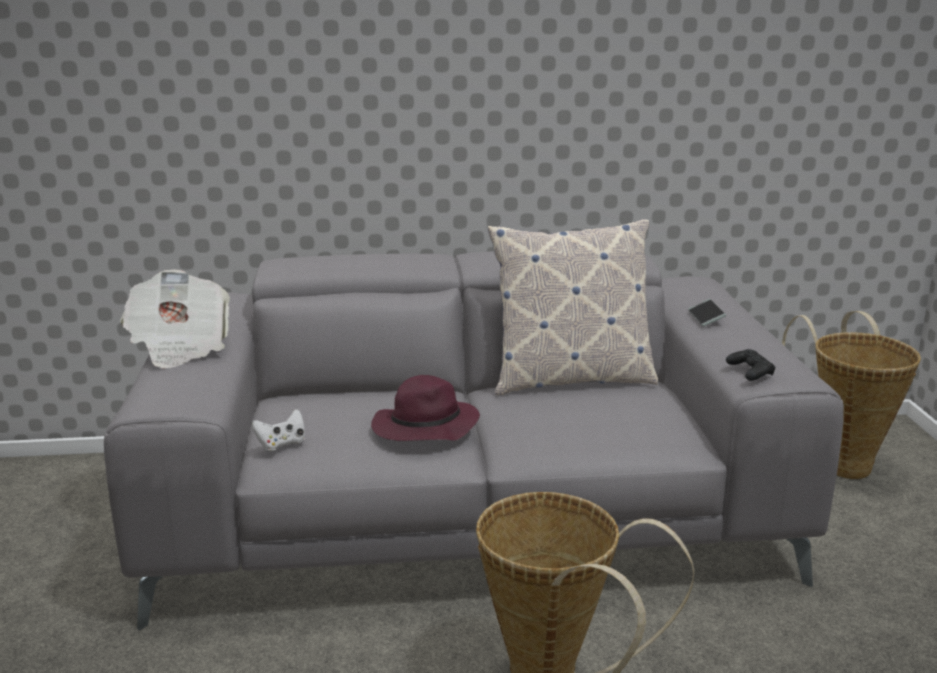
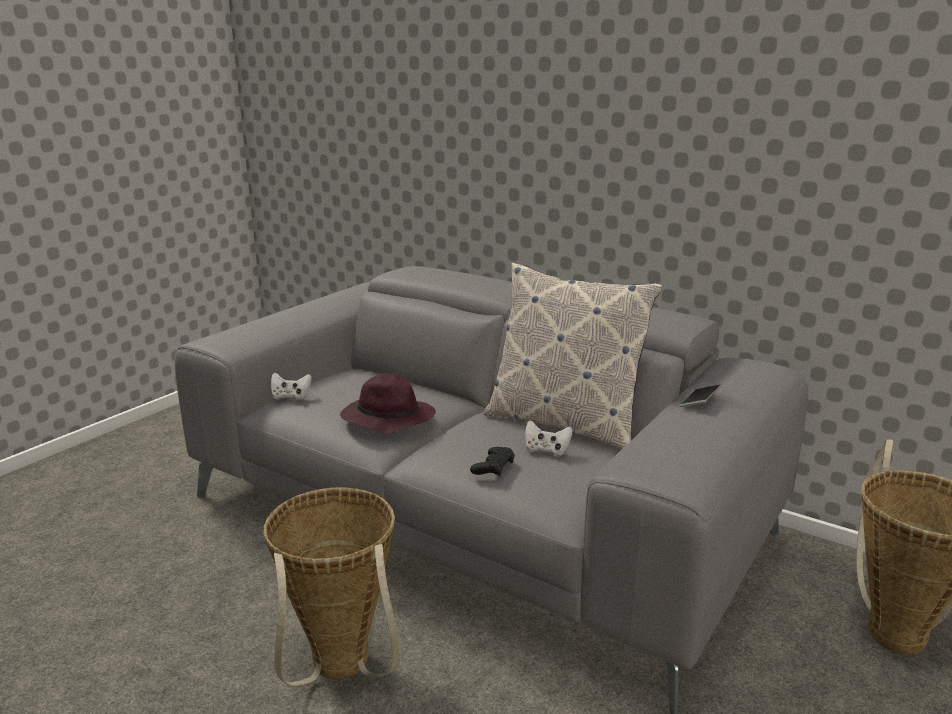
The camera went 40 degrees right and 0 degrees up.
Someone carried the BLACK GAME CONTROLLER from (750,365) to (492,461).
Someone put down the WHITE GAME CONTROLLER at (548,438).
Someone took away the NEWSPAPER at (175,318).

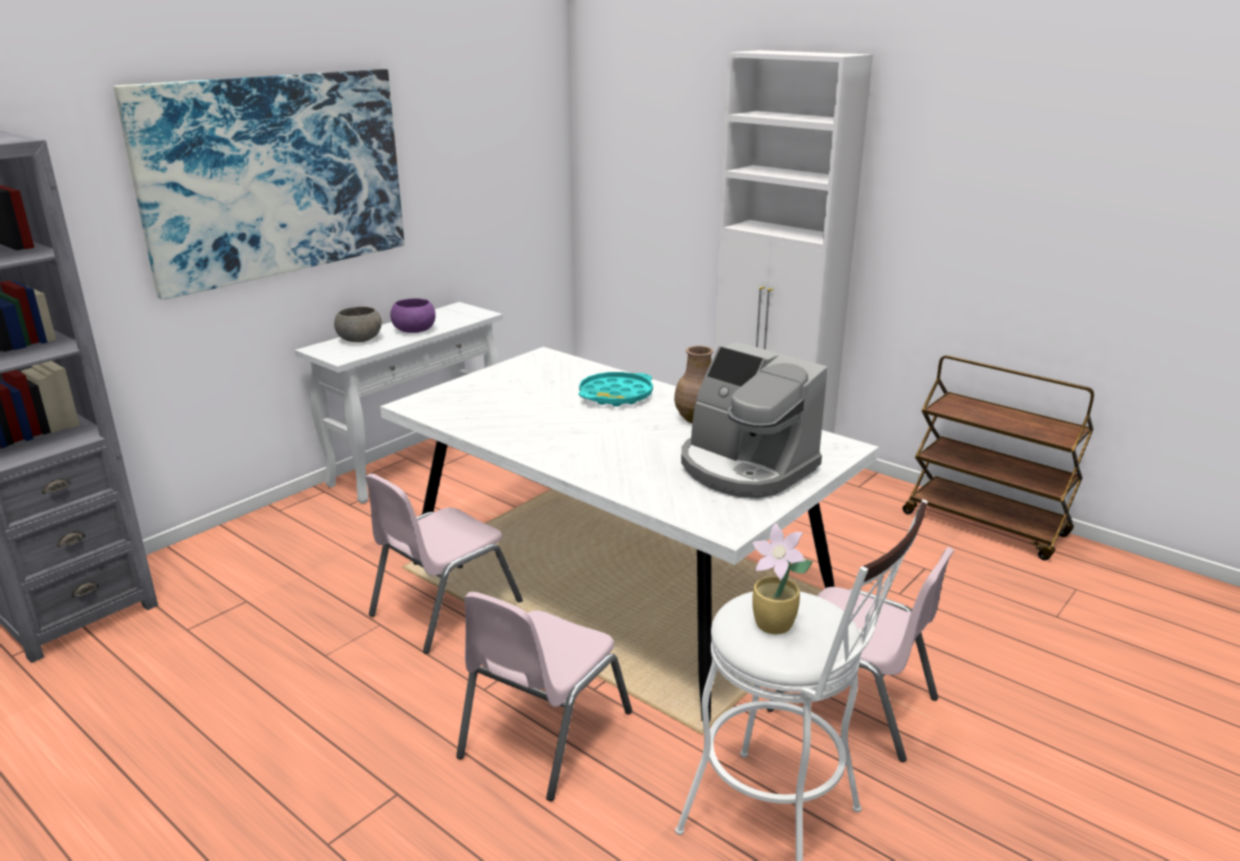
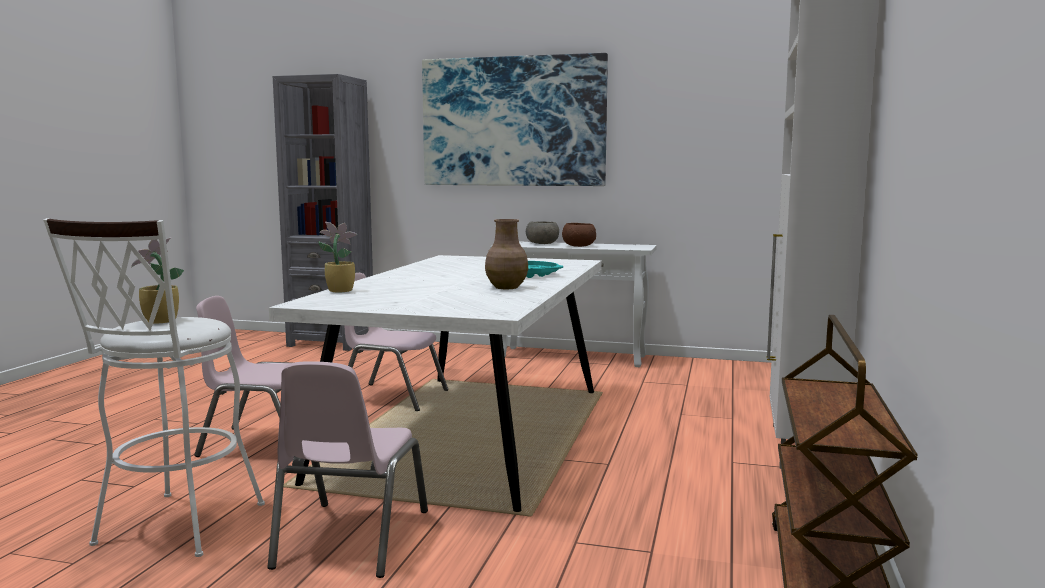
The camera went 65 degrees right and 15 degrees down.
Someone put down the POTTED PLANT at (338,257).
Someone repainted the PURPLE BOWL at (413,315), which became the BROWN BOWL at (579,235).
Someone took away the COFFEE MACHINE at (754,420).

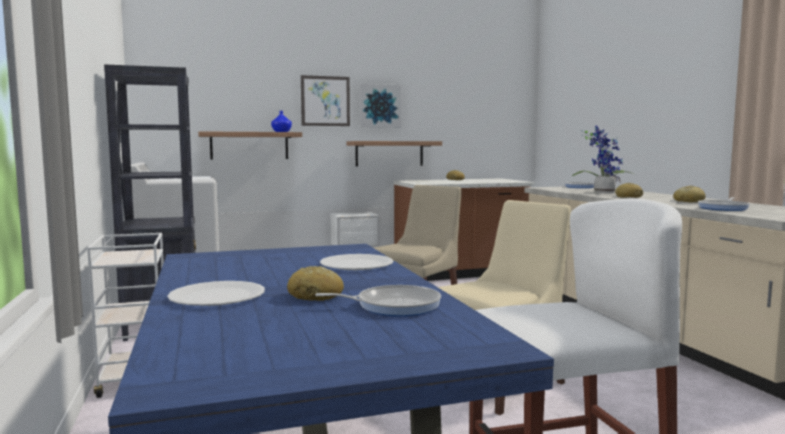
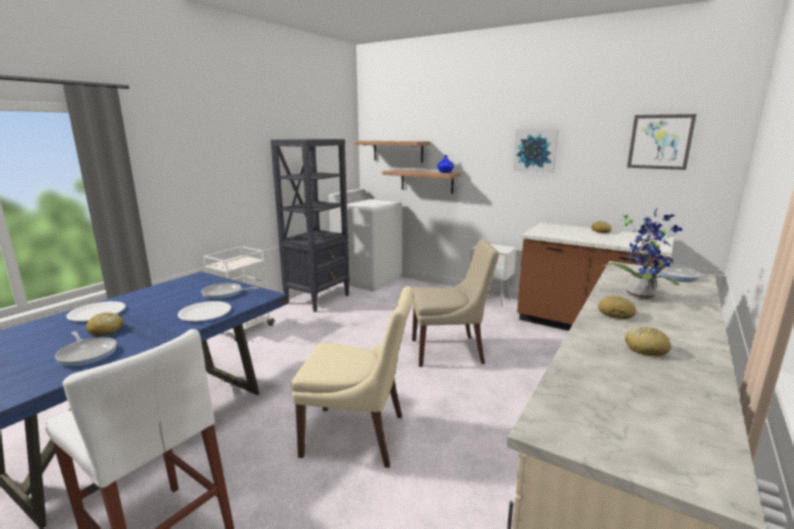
The camera went 50 degrees right and 10 degrees up.
Someone carried the FRYING PAN from (724,204) to (230,291).
Someone carried the SHELF from (394,153) to (392,151).
Someone carried the PICTURE from (325,100) to (662,142).

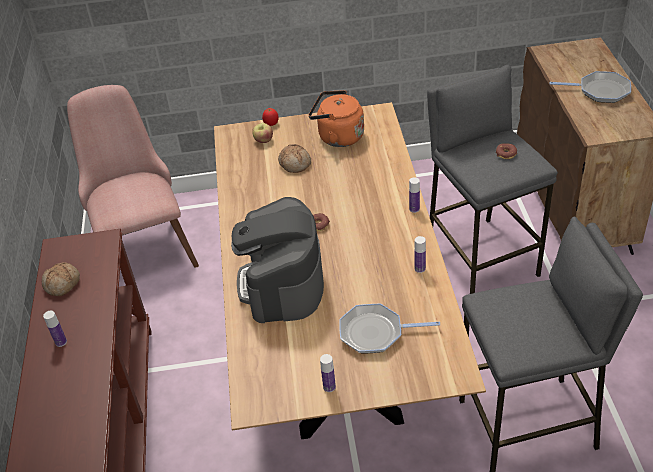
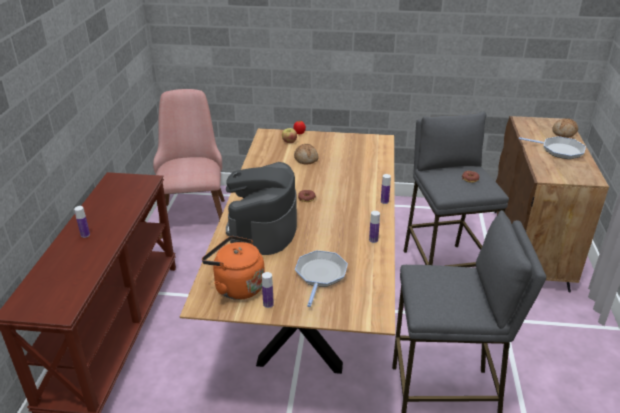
The camera went 10 degrees right and 10 degrees down.
Someone carried the ORANGE KETTLE from (336,118) to (233,268).
Someone rotated the FRYING PAN at (389,328) by 90 degrees clockwise.
Someone carried the BREAD from (61,279) to (565,128).

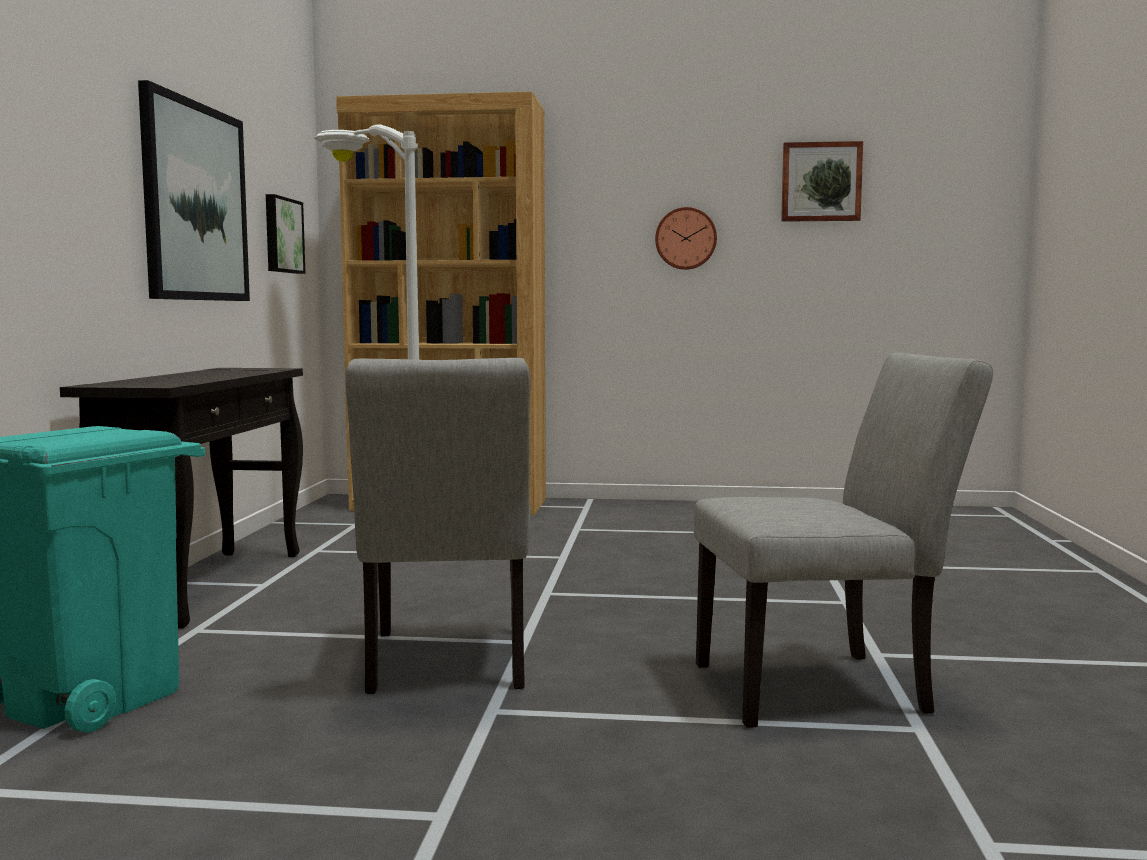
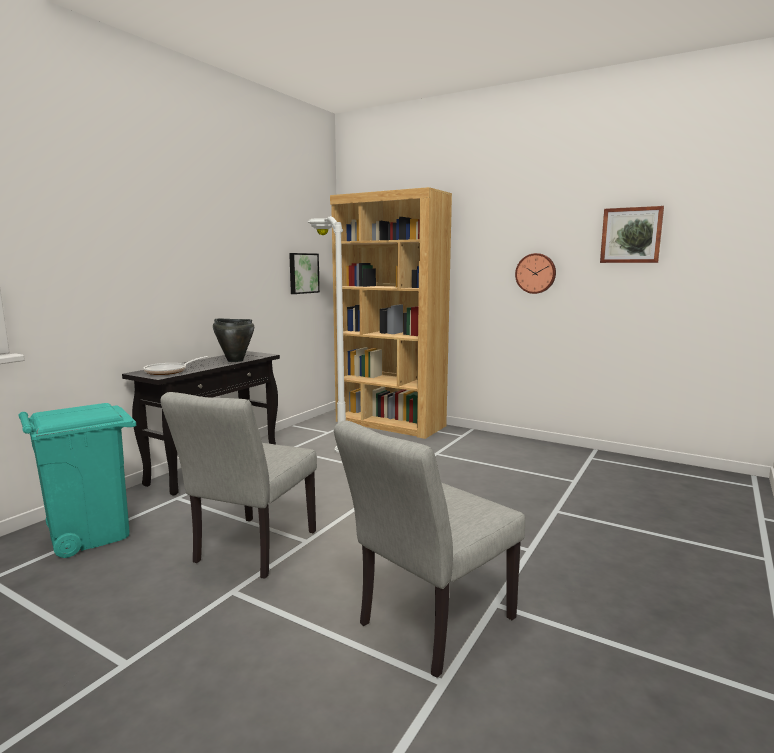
The camera went 25 degrees right and 5 degrees up.
Someone put down the FRYING PAN at (175,365).
Someone put down the BLACK COOKING POT at (233,340).
Someone rotated the GREY CHAIR at (843,540) by 120 degrees clockwise.
Someone took away the PICTURE at (194,190).

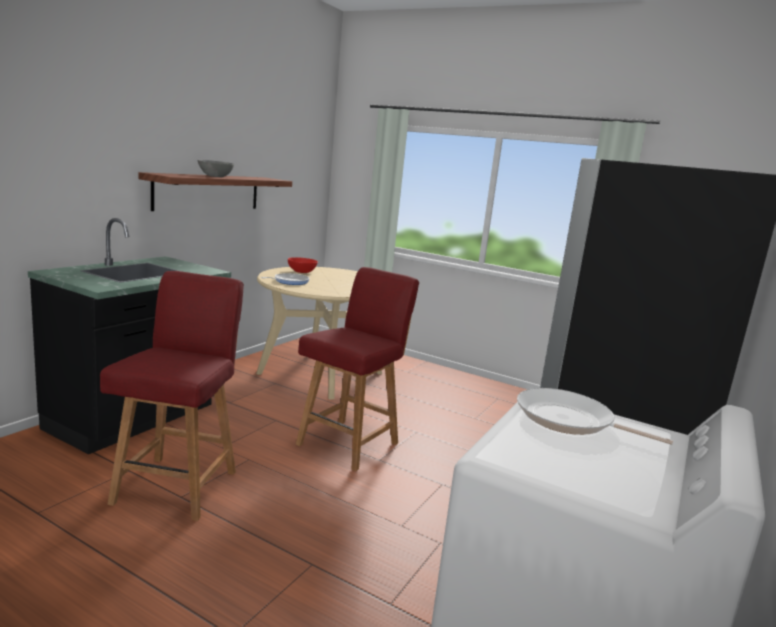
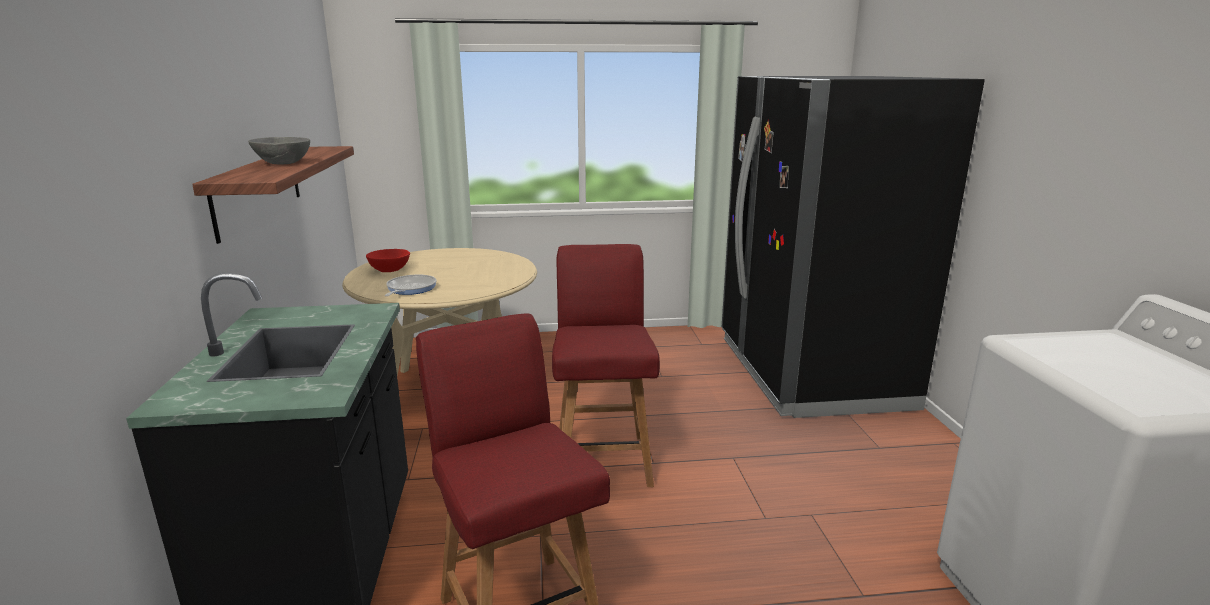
The camera went 35 degrees left and 5 degrees up.
Someone took away the FRYING PAN at (595,416).

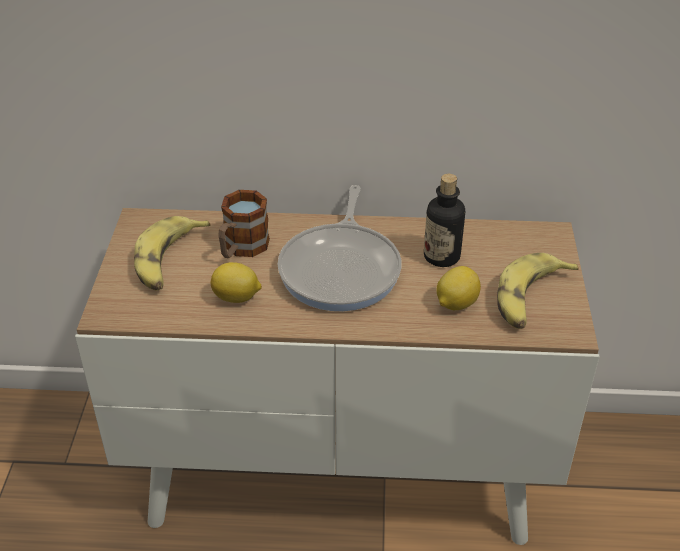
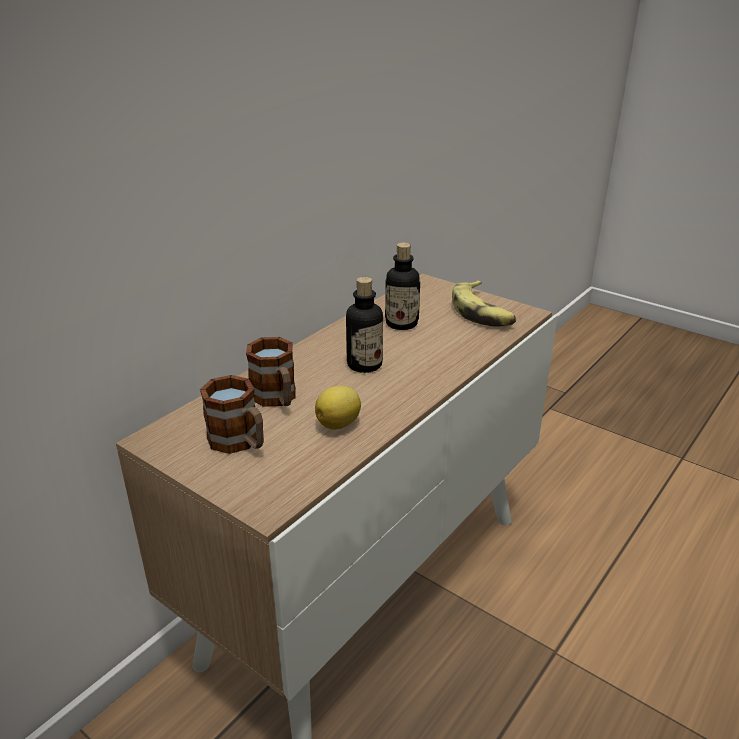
The camera went 55 degrees left and 10 degrees down.
Someone swapped the BANANA at (172,253) for the MUG at (232,414).
Someone swapped the FRYING PAN at (339,248) for the BOTTLE at (364,325).
Someone took away the LEMON at (459,288).

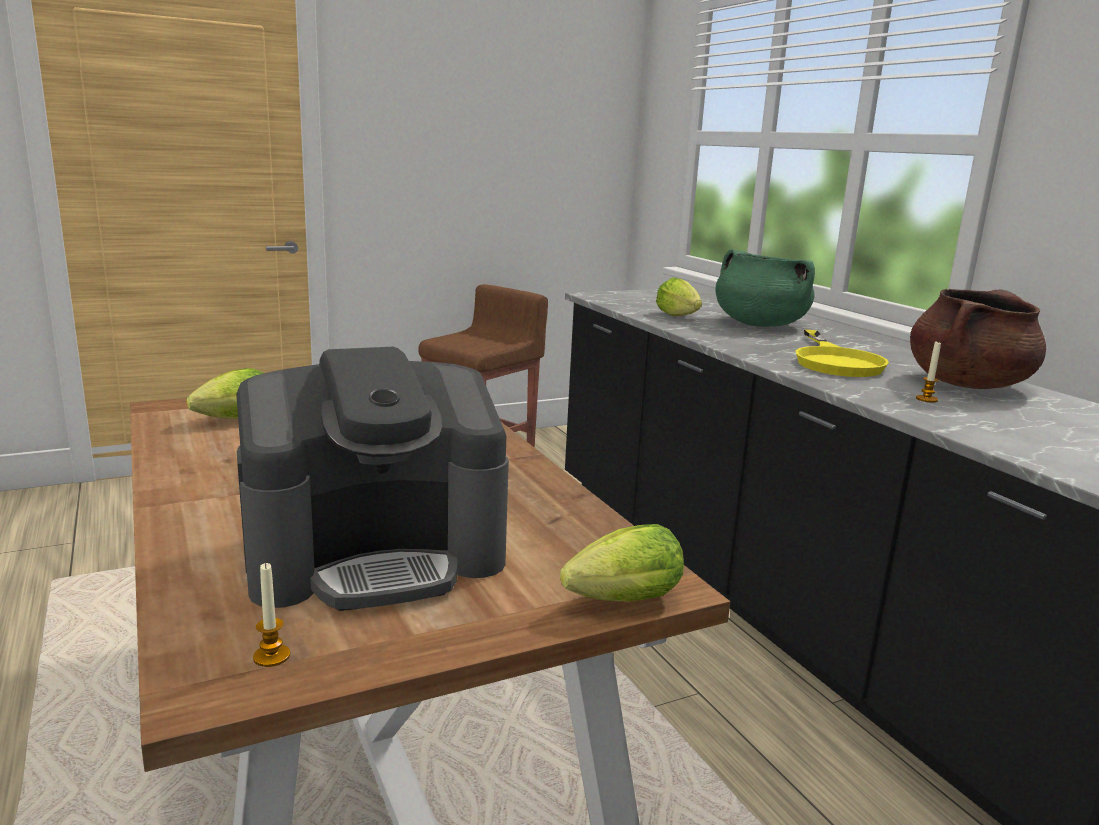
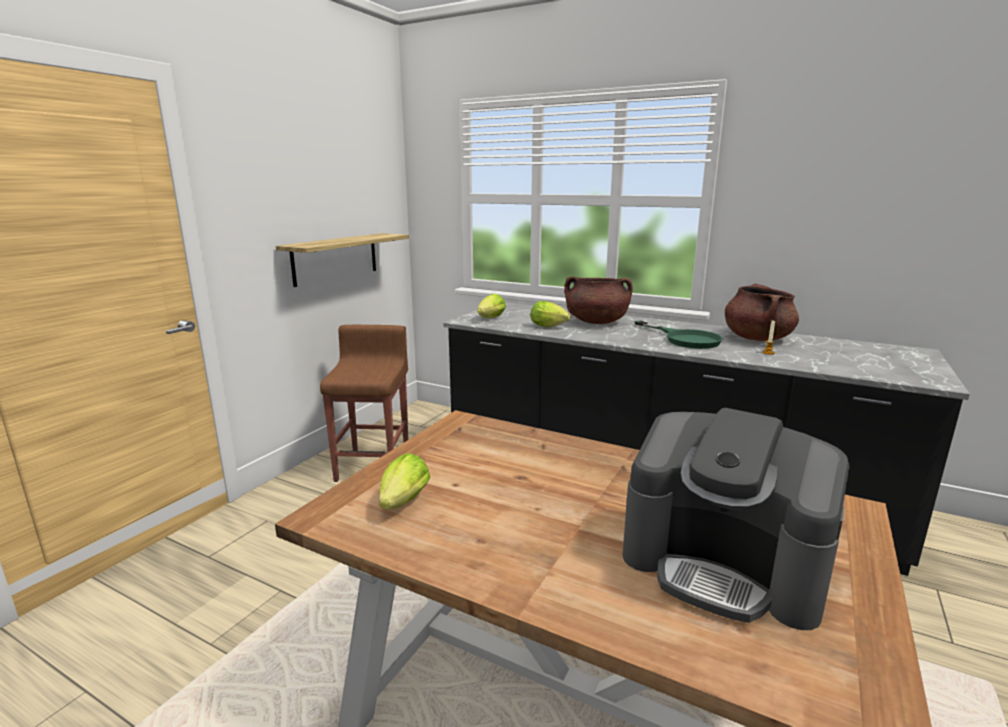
The camera went 35 degrees left and 0 degrees up.
Someone put up the SHELF at (342,260).
Someone carried the LETTUCE from (622,563) to (491,306).
Someone repainted the GREEN COOKING POT at (765,288), which became the BROWN COOKING POT at (598,300).
Someone rotated the COFFEE MACHINE at (372,479) by 90 degrees clockwise.
Someone repainted the YELLOW FRYING PAN at (842,353), which became the GREEN FRYING PAN at (678,334).
Someone took away the CANDLE at (271,614).

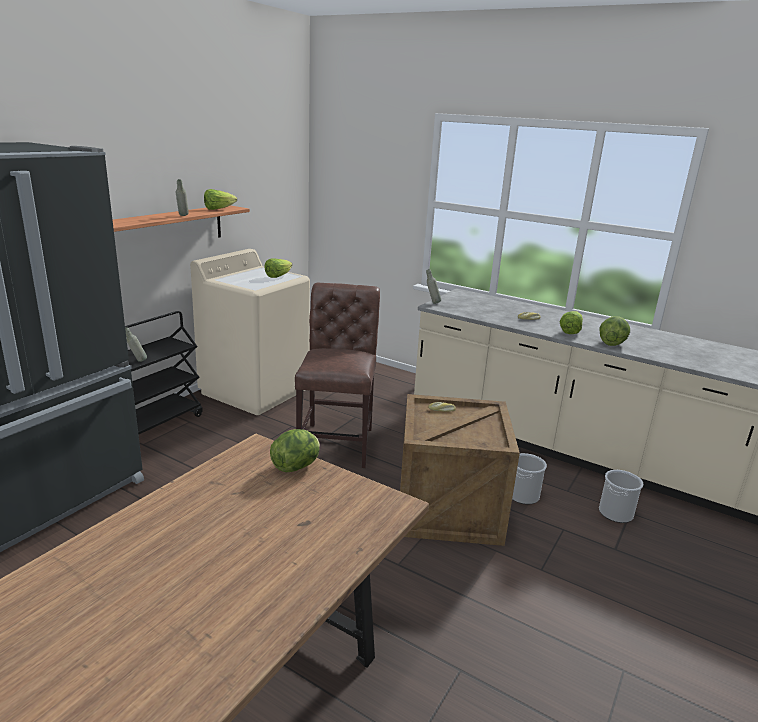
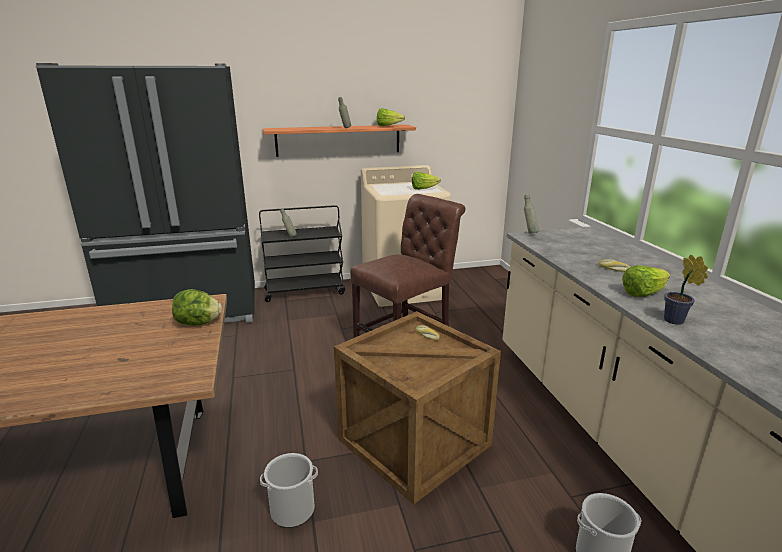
The camera went 45 degrees right and 0 degrees up.
Someone carried the BUCKET from (529,479) to (289,490).
Someone swapped the LETTUCE at (614,331) for the POTTED PLANT at (686,290).

